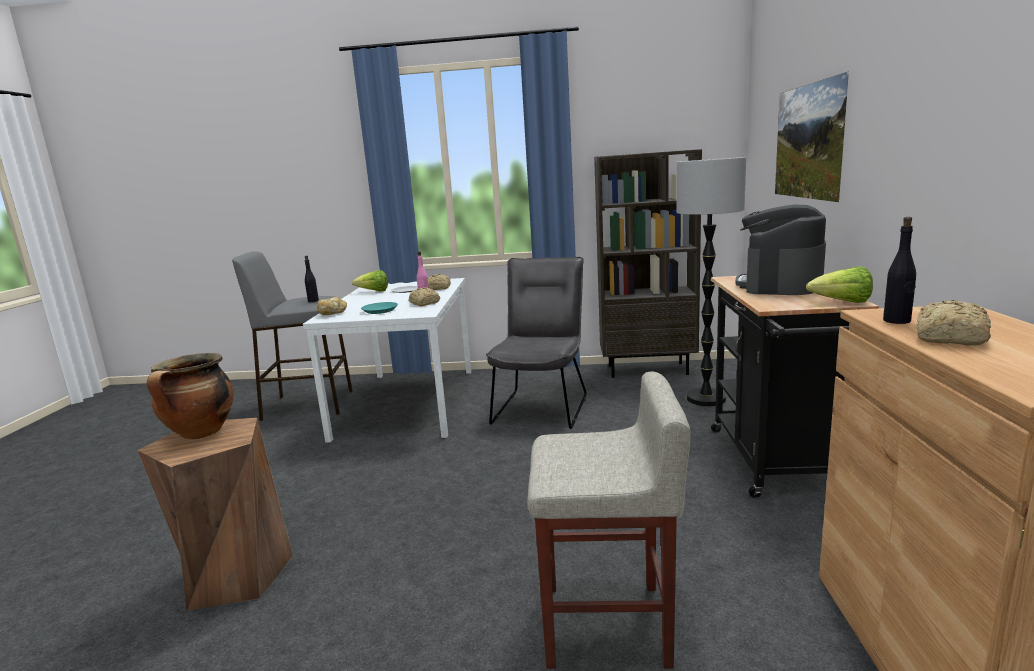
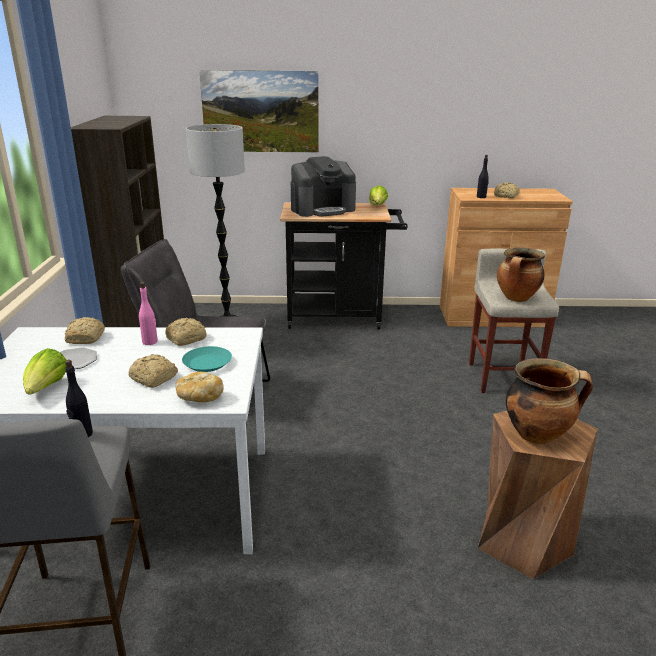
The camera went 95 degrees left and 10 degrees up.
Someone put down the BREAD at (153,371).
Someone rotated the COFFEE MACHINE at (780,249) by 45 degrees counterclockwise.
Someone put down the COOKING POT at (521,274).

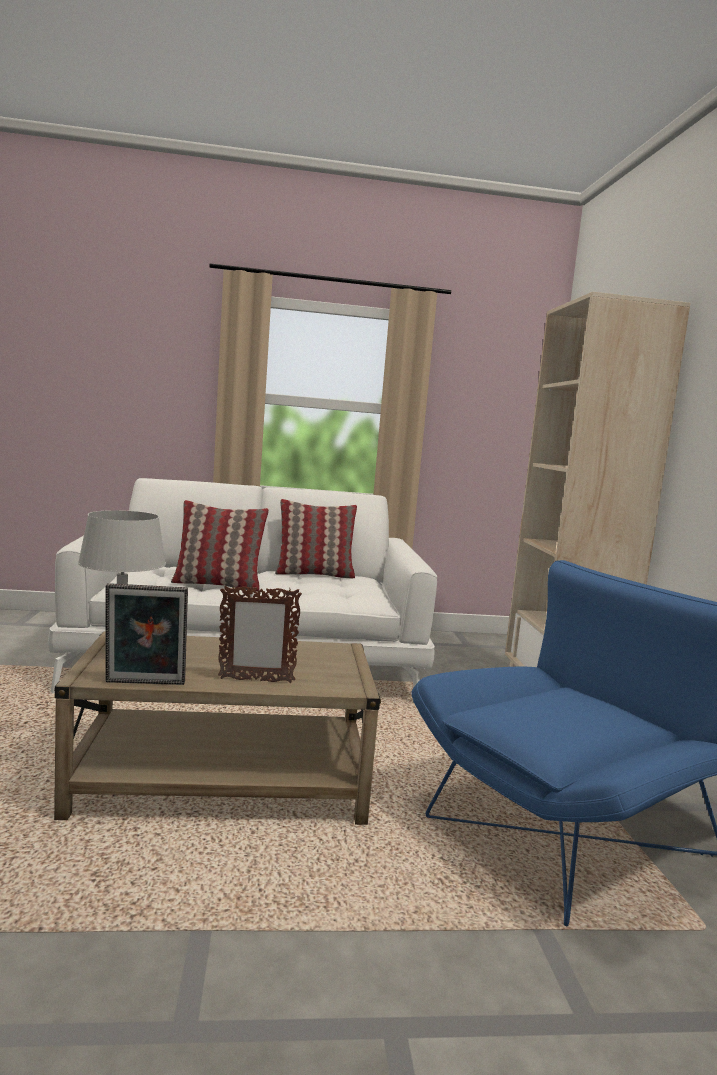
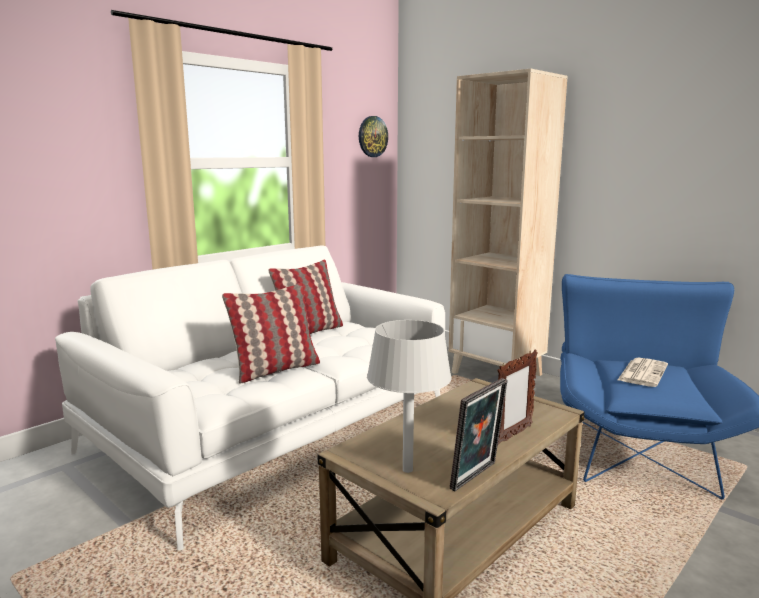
The camera went 40 degrees left and 5 degrees up.
Someone put up the WALL CLOCK at (373,136).
Someone put down the NEWSPAPER at (643,372).

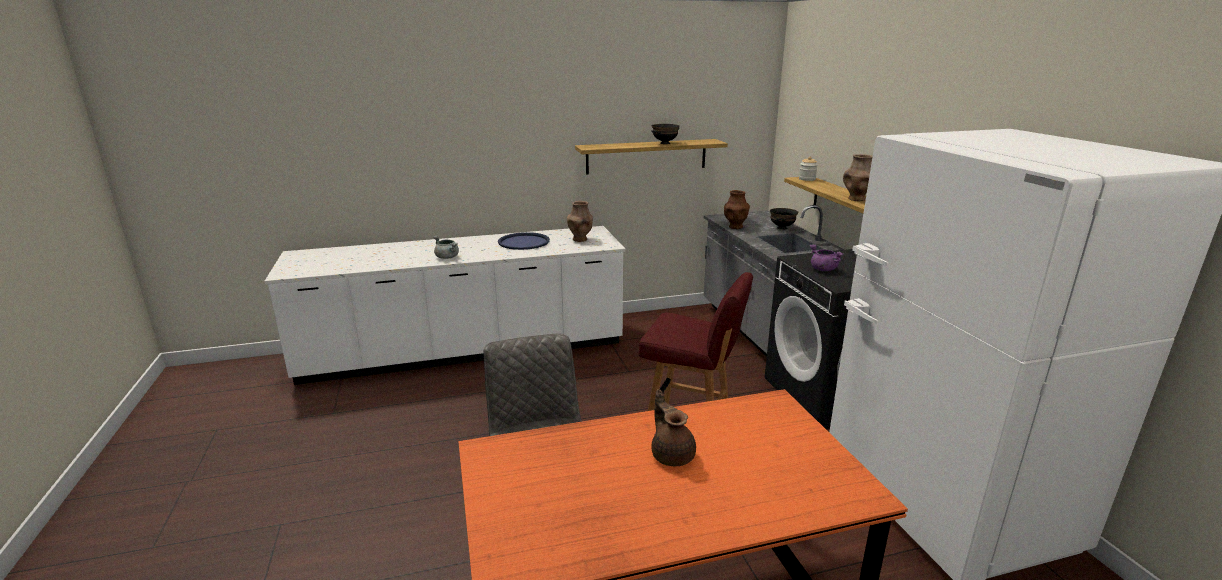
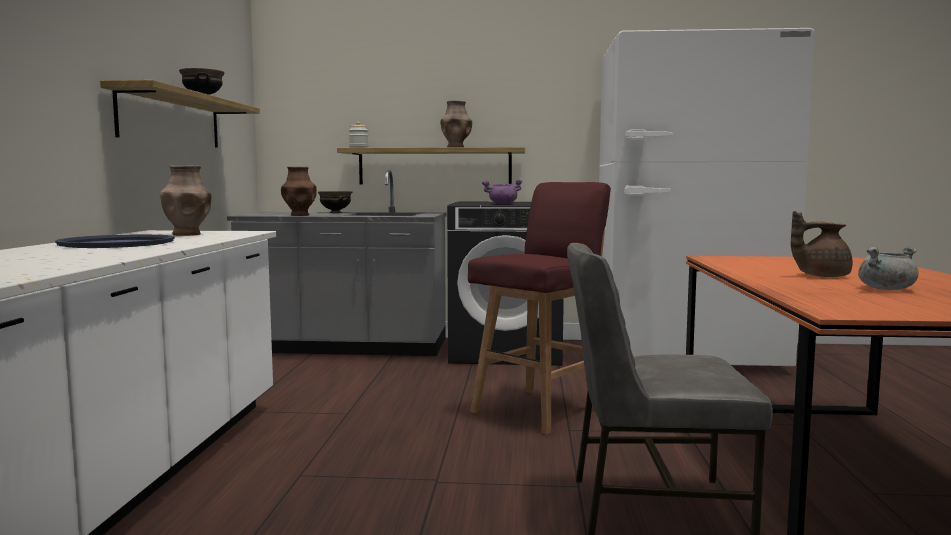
The camera went 70 degrees left and 15 degrees down.
Someone carried the GREY COOKING POT from (446,247) to (888,268).

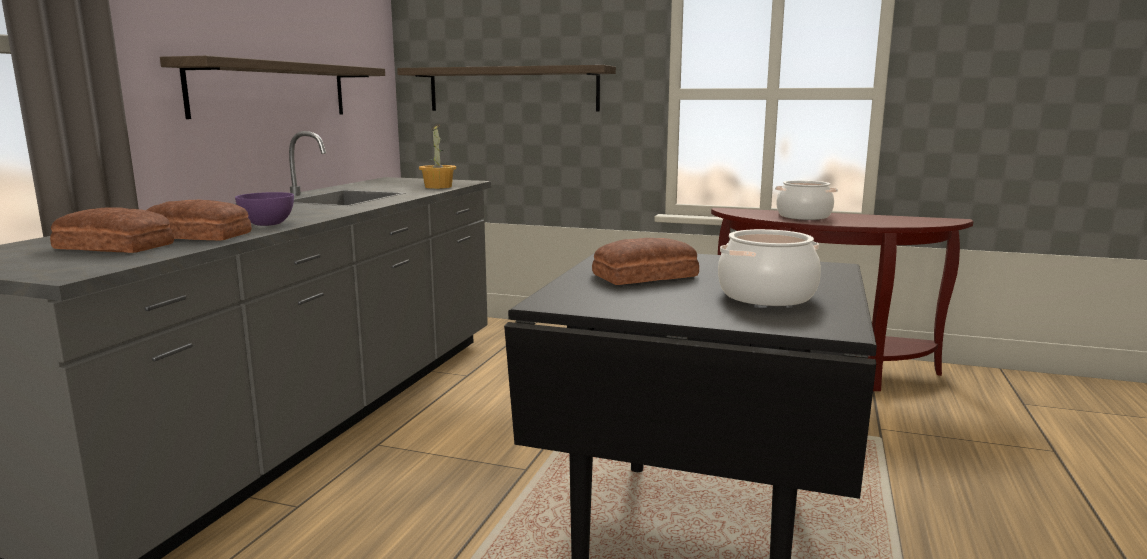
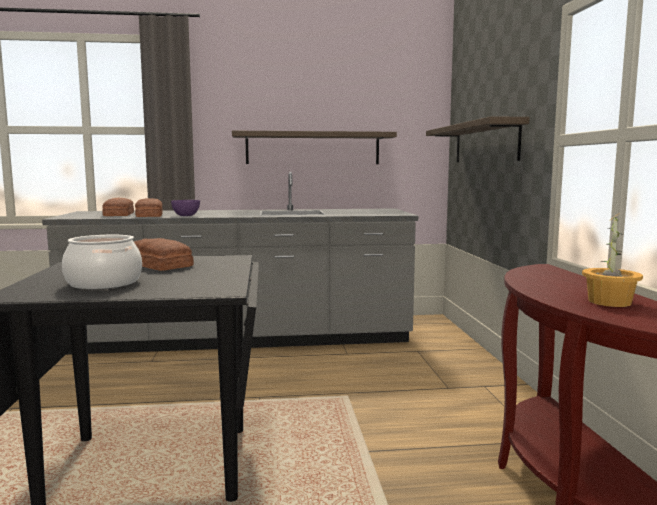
The camera went 65 degrees right and 5 degrees down.
Someone carried the POTTED PLANT from (437,157) to (612,260).
Someone took away the COOKING POT at (806,200).

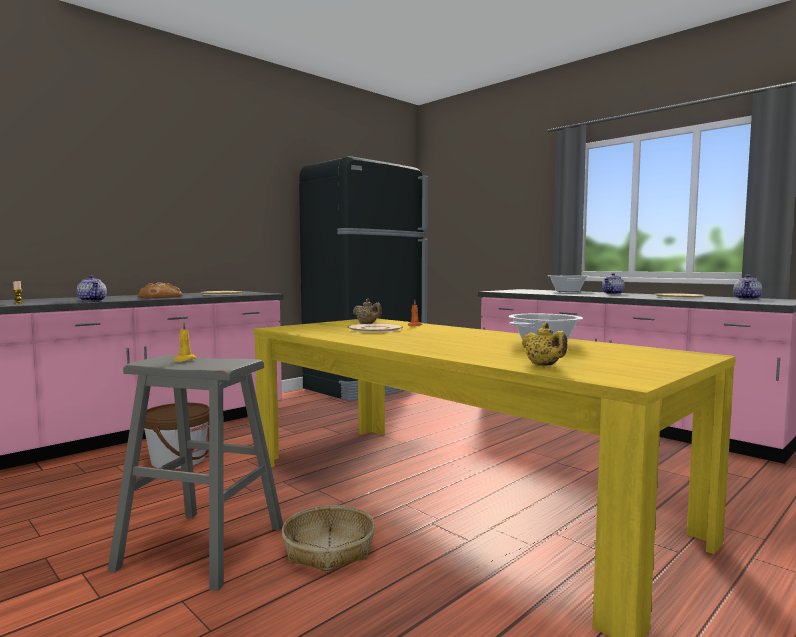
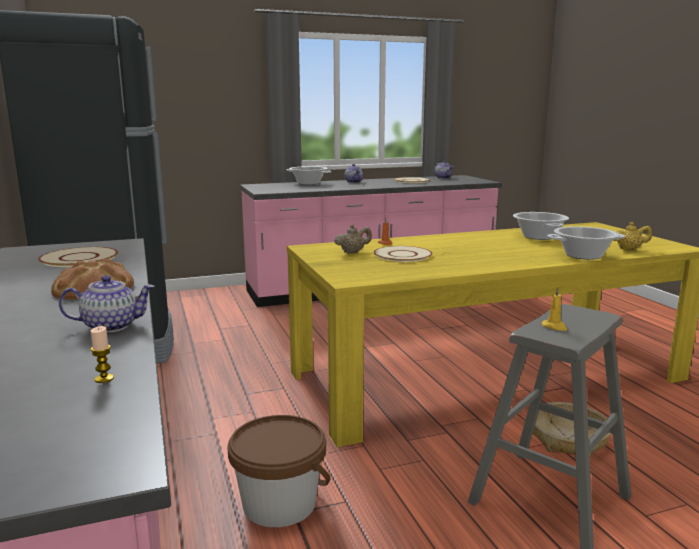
The camera went 65 degrees left and 10 degrees up.
Someone put down the COOKING POT at (586,243).

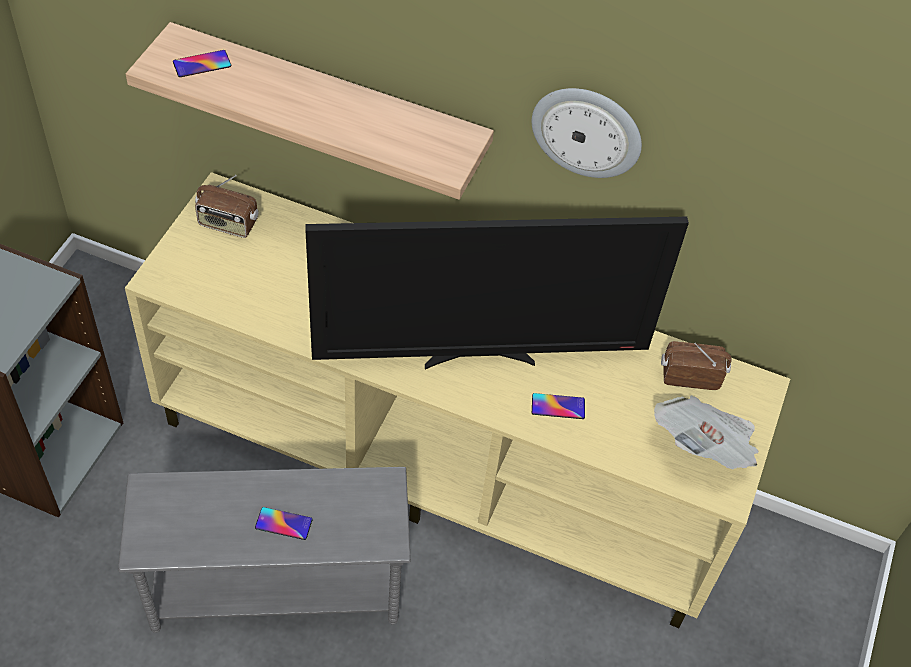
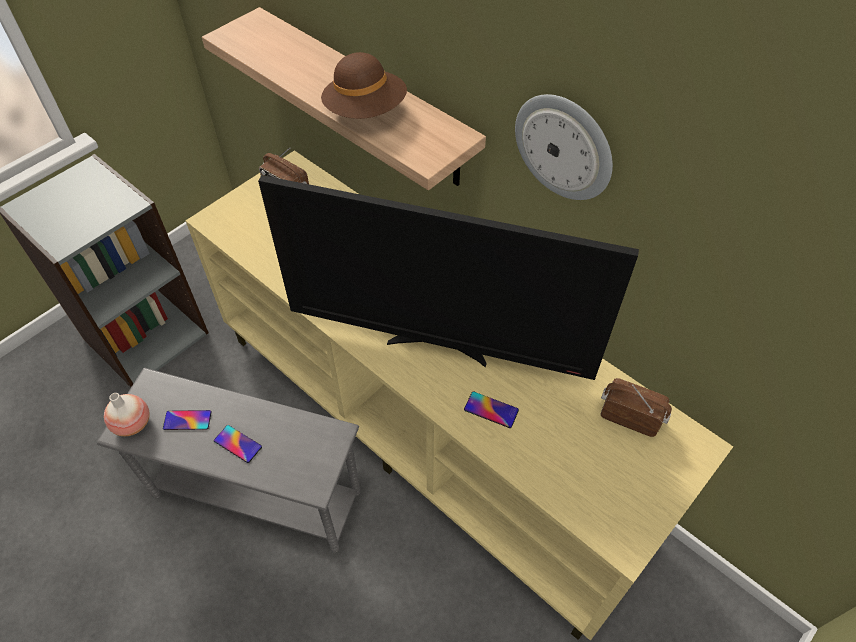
The camera went 25 degrees right and 0 degrees up.
Someone put down the VASE at (127,414).
Someone carried the PHONE from (202,63) to (187,420).
Someone put down the BROWN HAT at (364,85).
Someone took away the NEWSPAPER at (706,432).

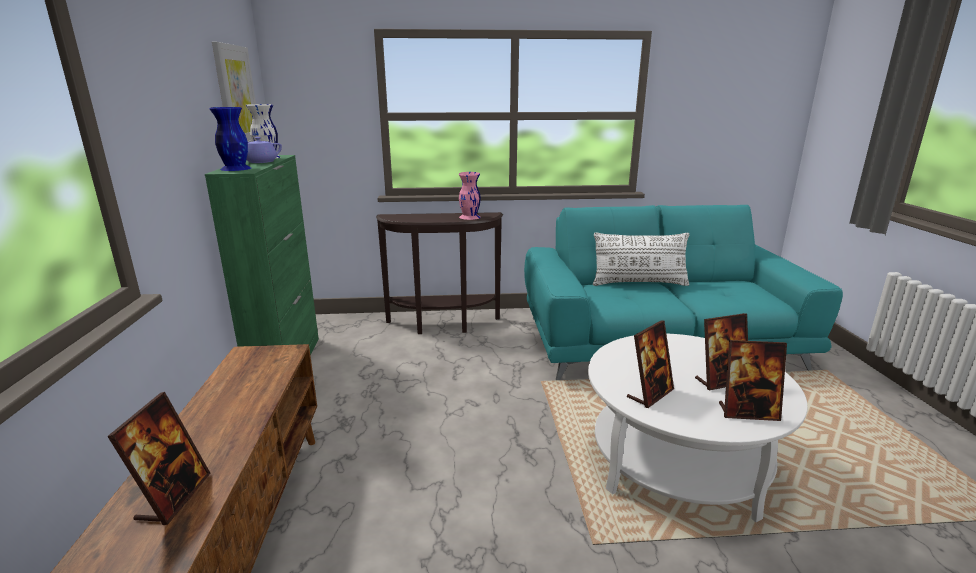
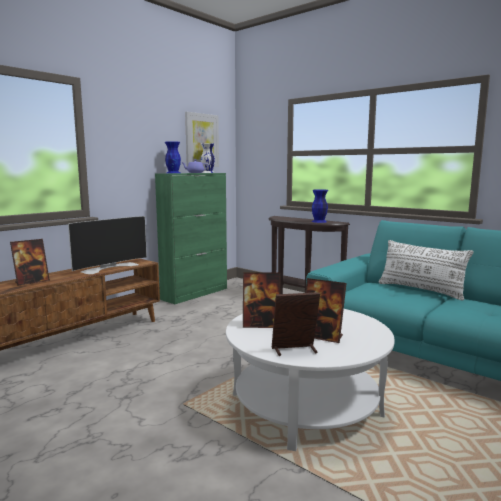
The camera went 45 degrees right and 10 degrees down.
Someone put down the TELEVISION at (107,245).
Someone rotated the PICTURE FRAME at (753,380) by 120 degrees clockwise.
Someone repainted the PINK VASE at (470,196), which became the BLUE VASE at (320,206).

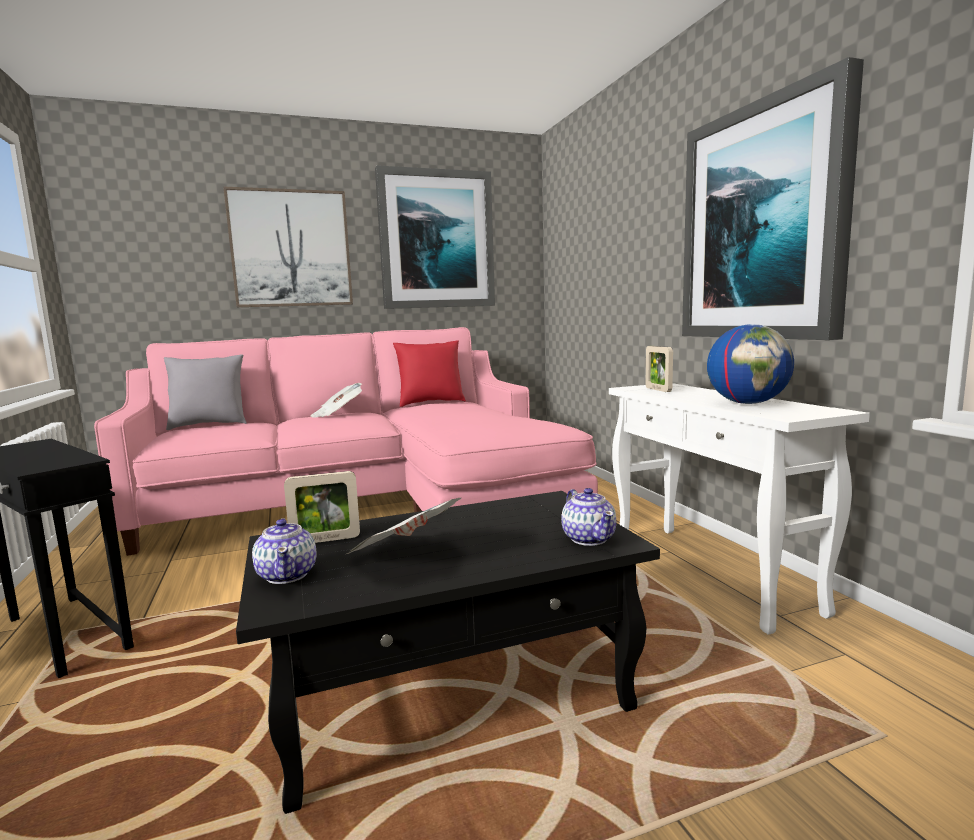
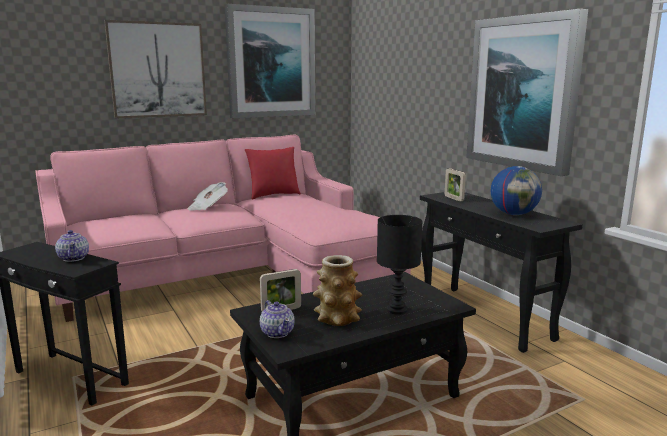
The camera went 10 degrees left and 5 degrees up.
Someone carried the TEAPOT from (588,517) to (72,246).
Someone swapped the NEWSPAPER at (403,526) for the VASE at (337,290).
Someone put down the BLACK TABLE LAMP at (400,265).
Someone repainted the WHITE CONSOLE TABLE at (739,509), which became the BLACK CONSOLE TABLE at (501,272).
Someone took away the GREY PILLOW at (205,392).

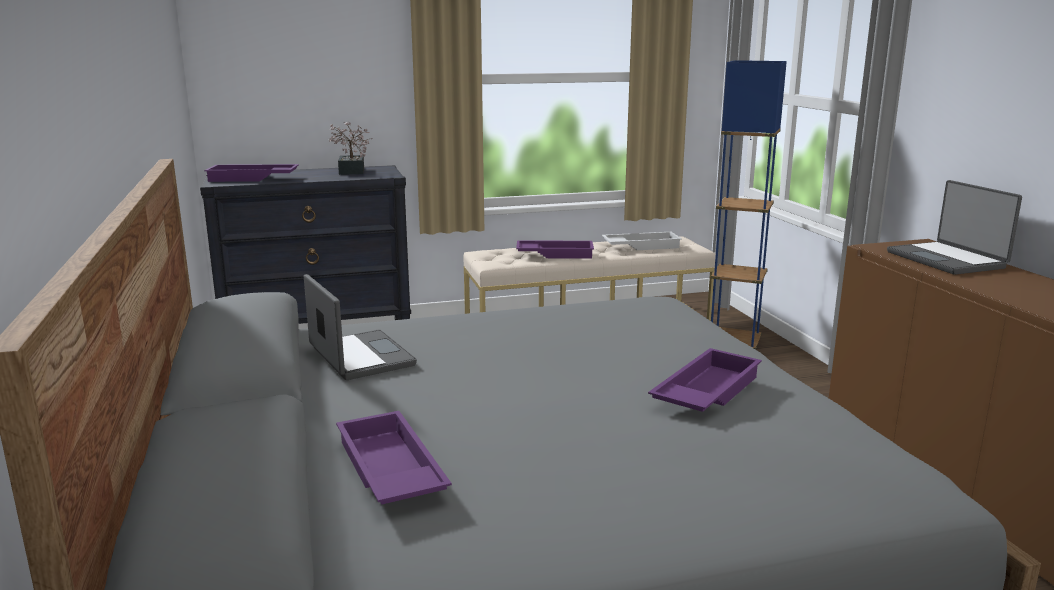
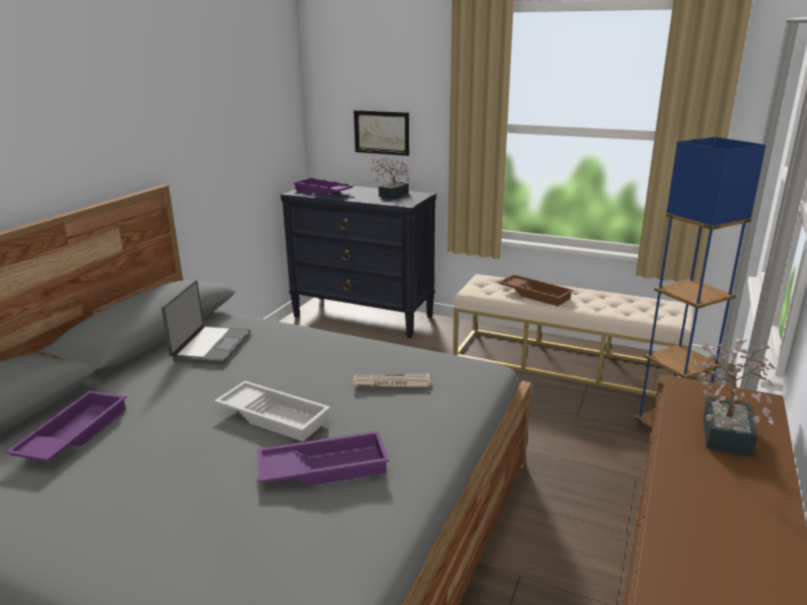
The camera went 40 degrees right and 5 degrees up.
Someone carried the WHITE TRAY from (642,241) to (272,411).
Someone put down the NEWSPAPER at (391,380).
Someone put up the PICTURE at (381,133).
Someone repainted the PURPLE TRAY at (555,249), which became the BROWN TRAY at (535,290).
Someone swapped the LAPTOP at (954,227) for the POTTED PLANT at (734,397).

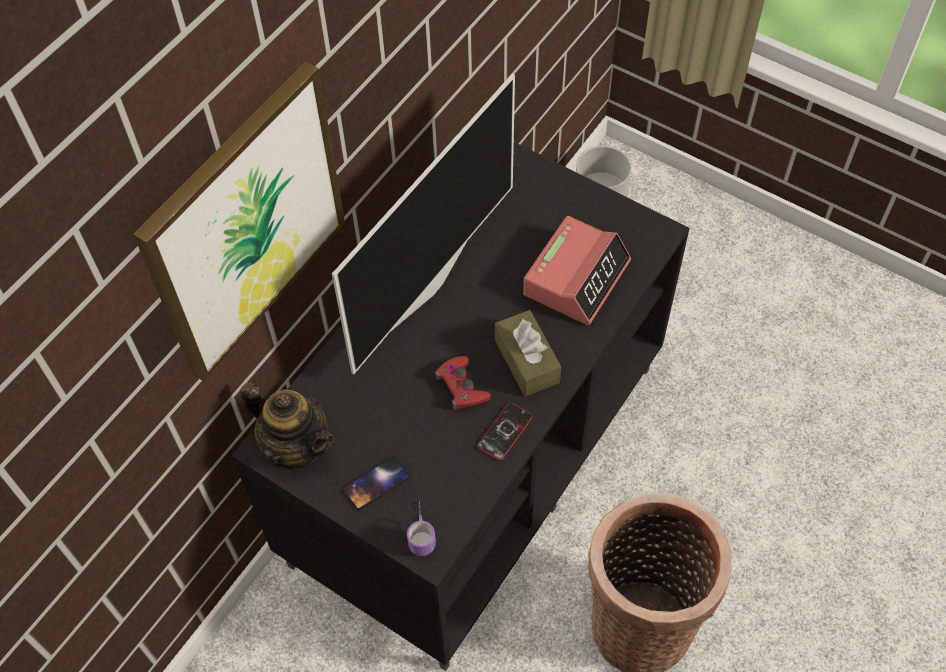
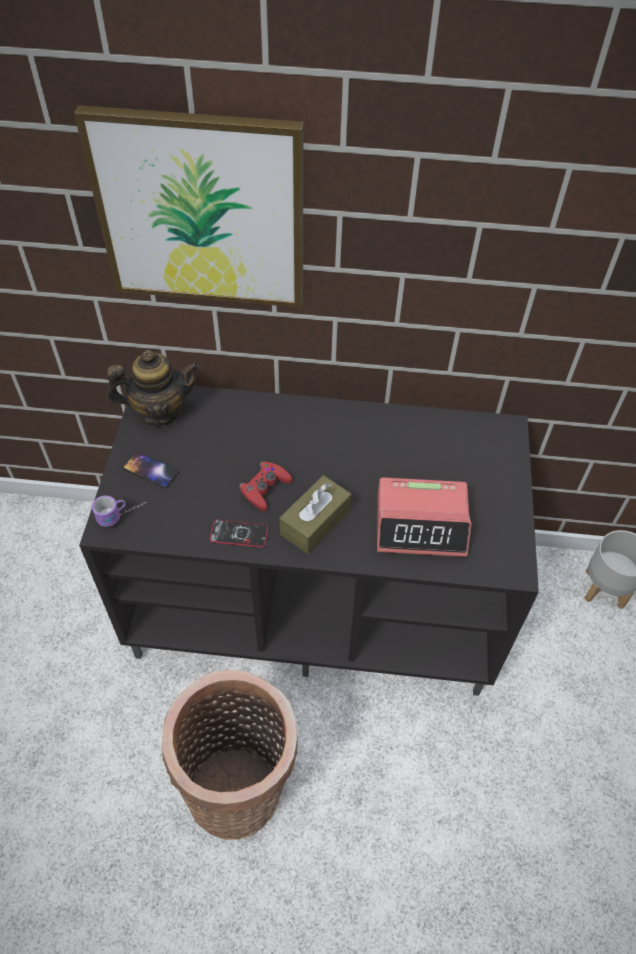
The camera went 60 degrees right and 5 degrees down.
Someone rotated the TEAPOT at (287,425) by 105 degrees counterclockwise.
Someone took away the TELEVISION at (423,224).

